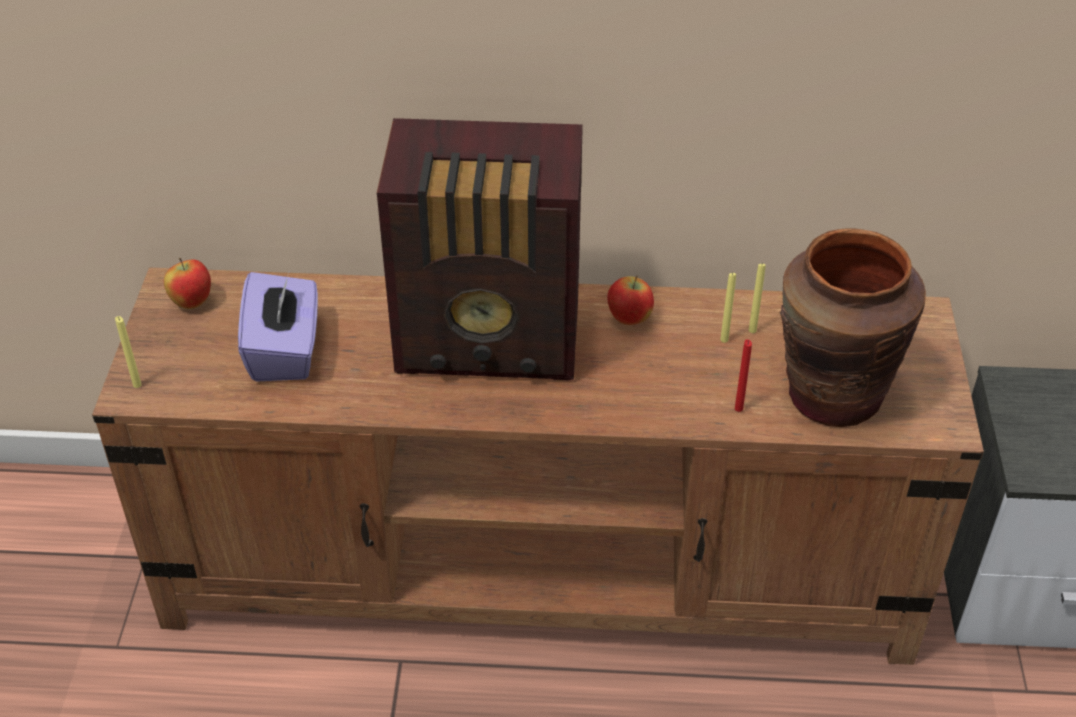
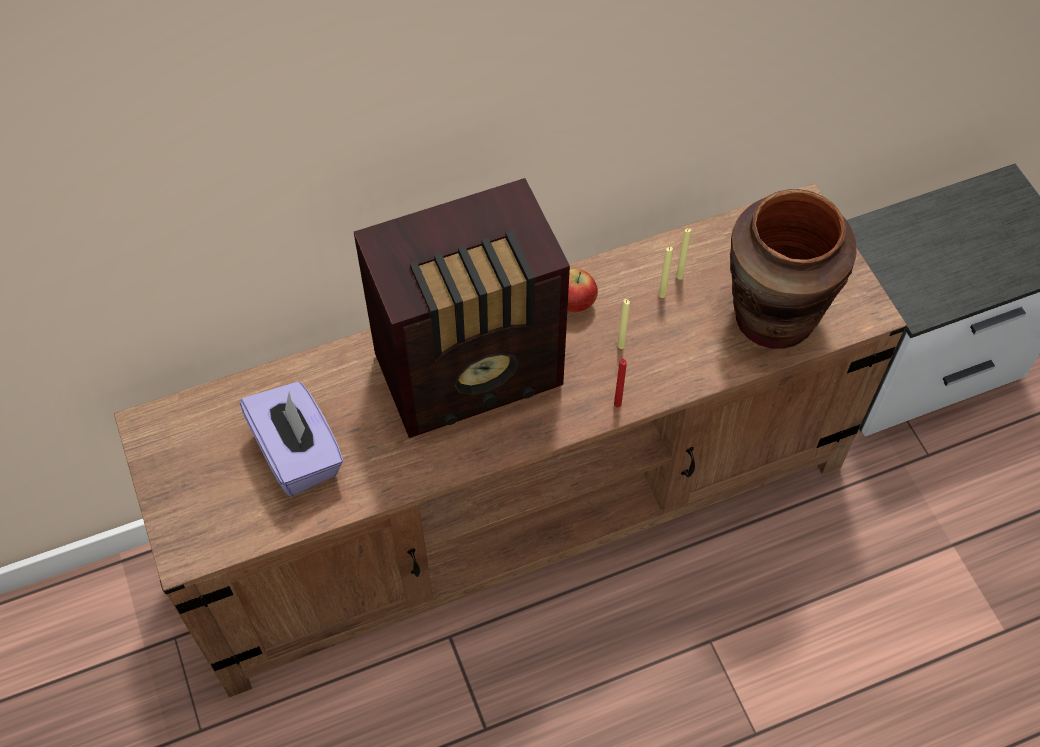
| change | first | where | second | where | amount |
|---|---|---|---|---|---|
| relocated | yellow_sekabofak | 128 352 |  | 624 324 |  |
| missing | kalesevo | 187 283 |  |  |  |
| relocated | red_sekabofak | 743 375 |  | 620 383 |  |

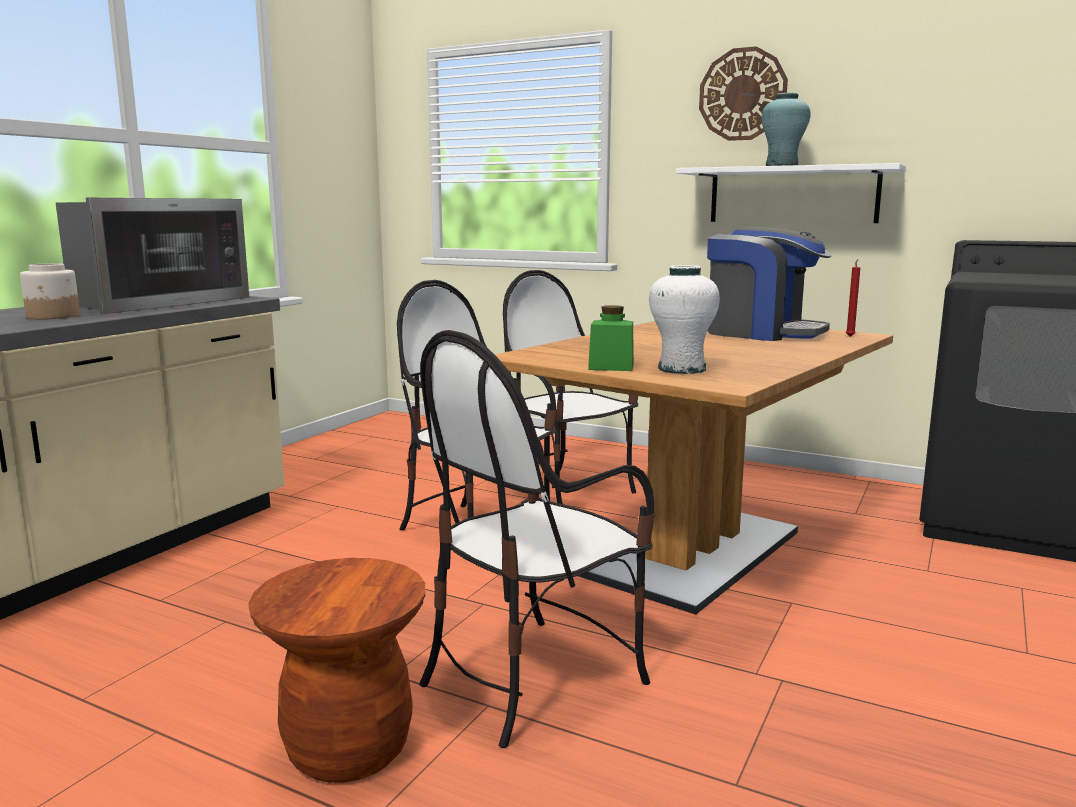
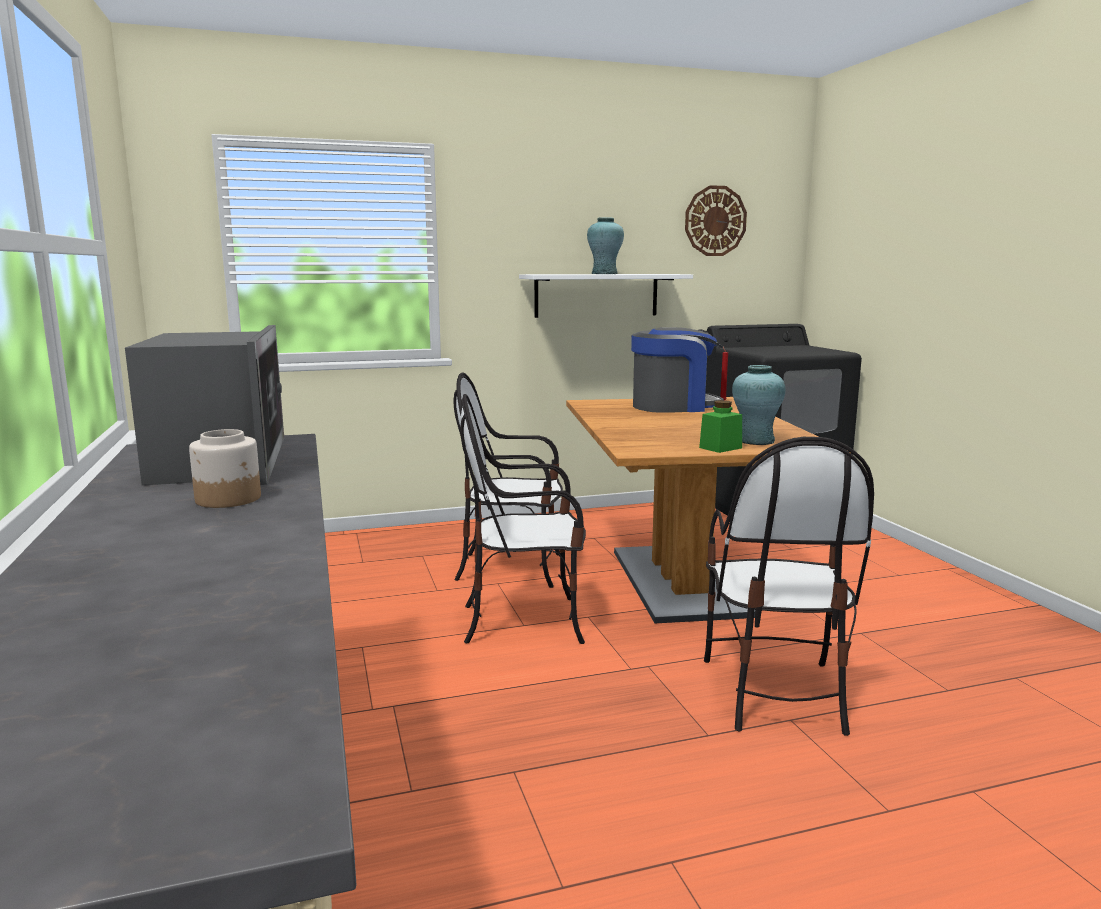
| change | first | where | second | where | amount |
|---|---|---|---|---|---|
| missing | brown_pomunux | 337 670 |  |  |  |
| colour | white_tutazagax | 684 319 | turquoise_tutazagax | 759 405 |  |
| relocated | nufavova | 743 93 |  | 716 220 |  |

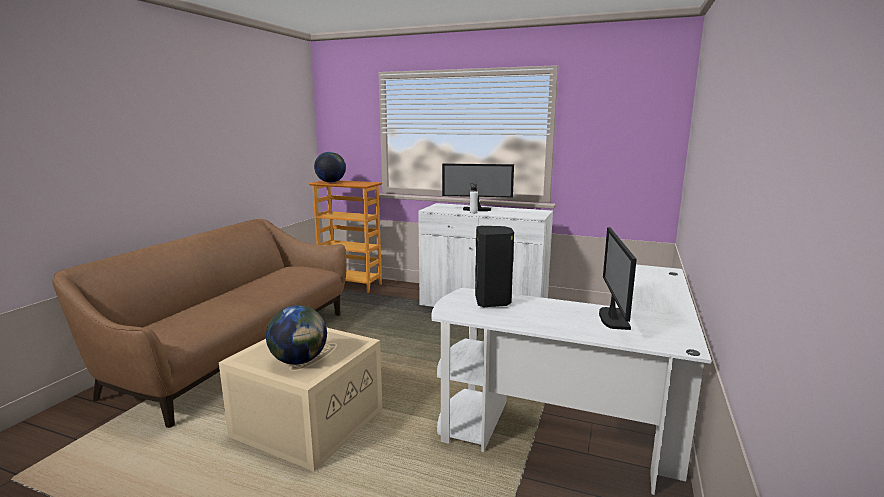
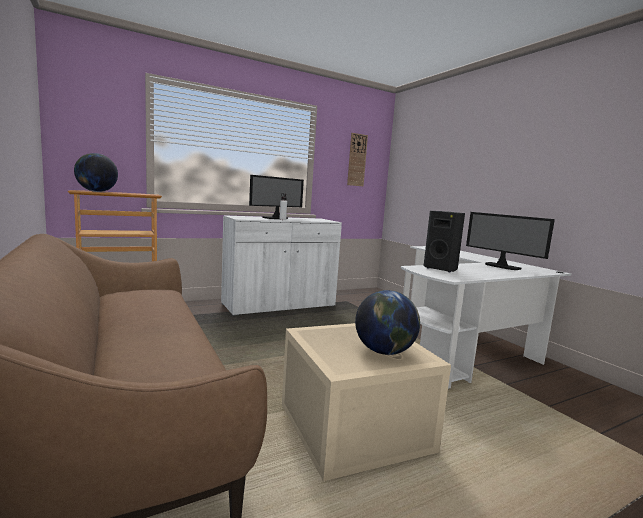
| change | first | where | second | where | amount |
|---|---|---|---|---|---|
| appeared |  |  | nufavova | 357 159 |  |

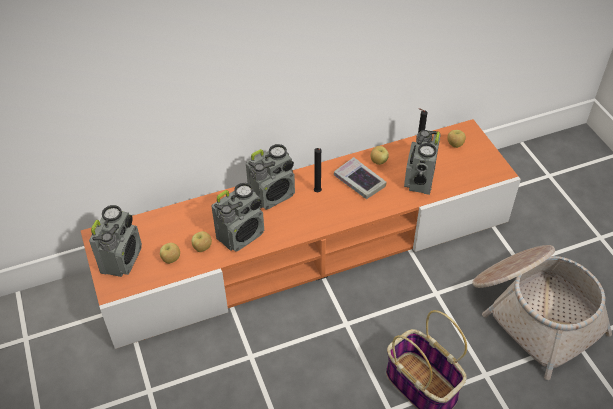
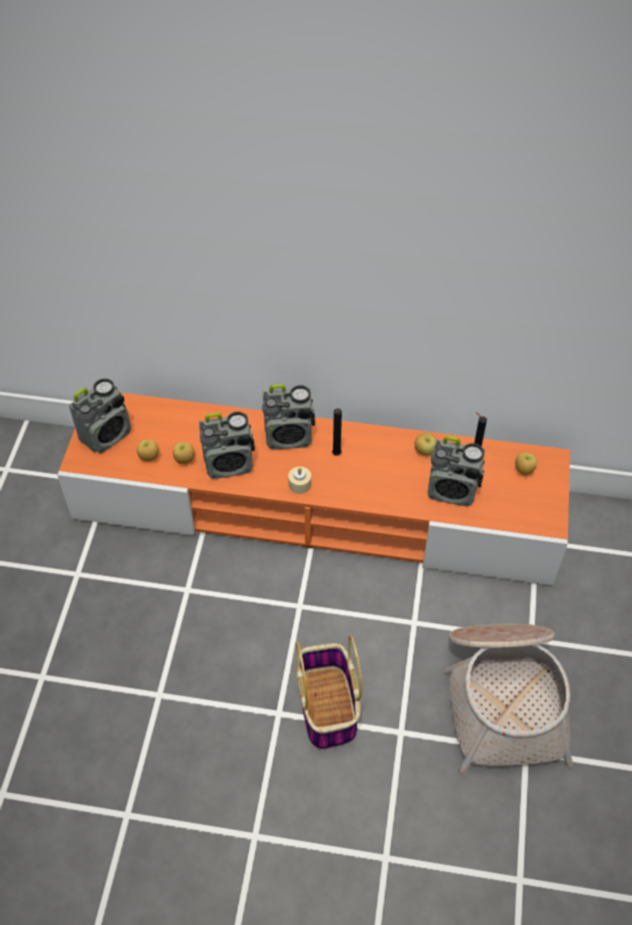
| change | first | where | second | where | amount |
|---|---|---|---|---|---|
| missing | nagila | 360 178 |  |  |  |
| spun | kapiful | 422 162 |  | 456 471 | 120 degrees counterclockwise |
| appeared |  |  | beige_sekabofak | 299 480 |  |

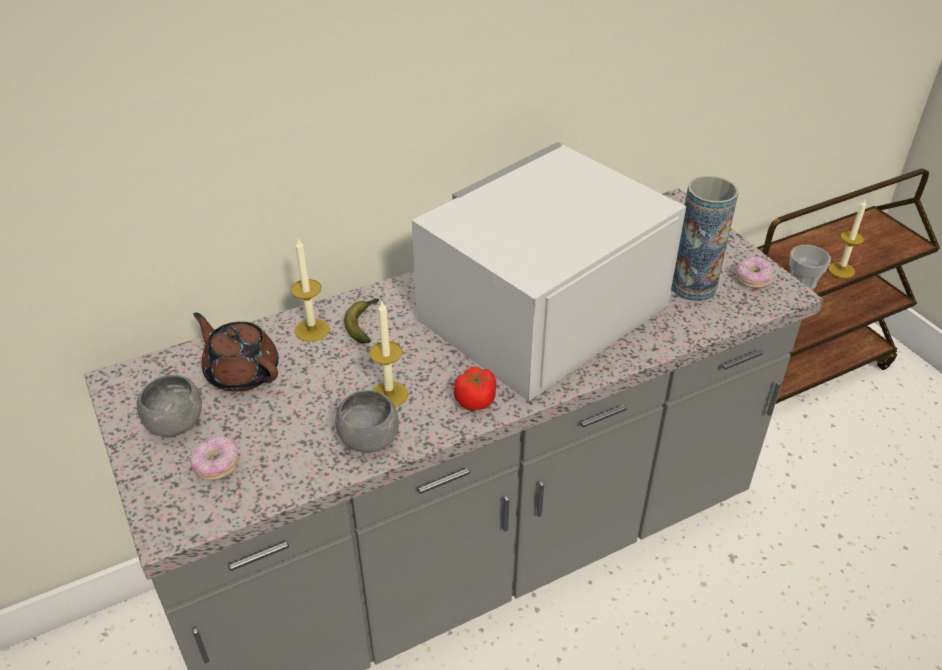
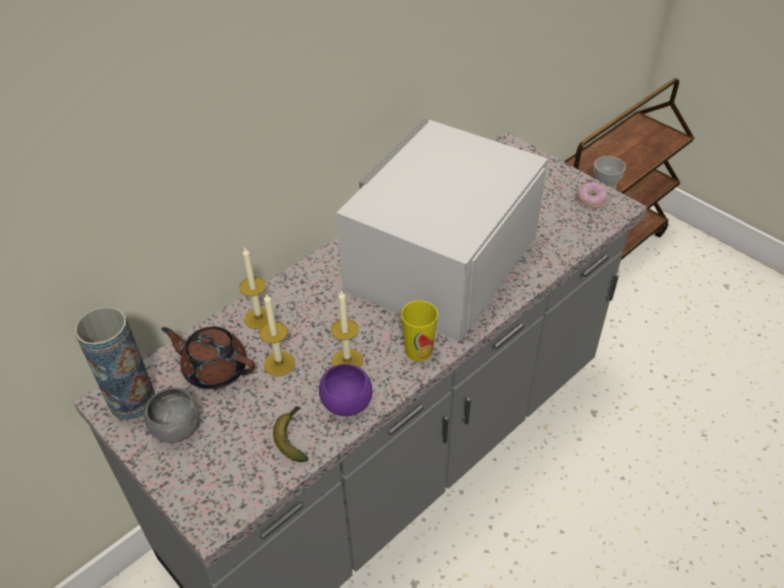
| change | first | where | second | where | amount |
|---|---|---|---|---|---|
| missing | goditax | 214 458 |  |  |  |
| colour | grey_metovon | 367 421 | purple_metovon | 345 390 |  |
| relocated | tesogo | 361 321 |  | 290 434 |  |
| exchanged | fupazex | 475 388 | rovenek | 419 330 |  |
| relocated | tutazagax | 705 238 |  | 115 363 |  |
| relocated | sekabofak | 847 239 |  | 277 334 |  |

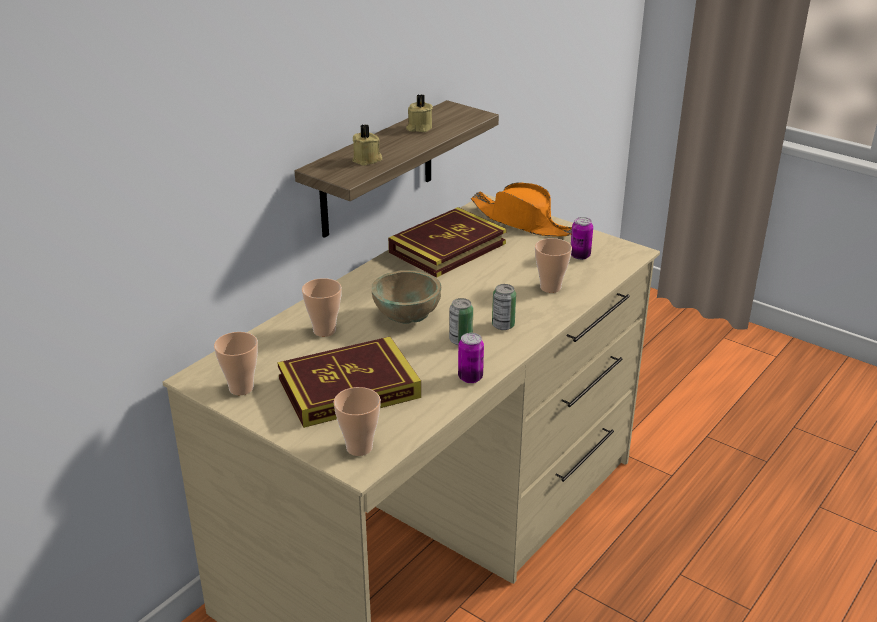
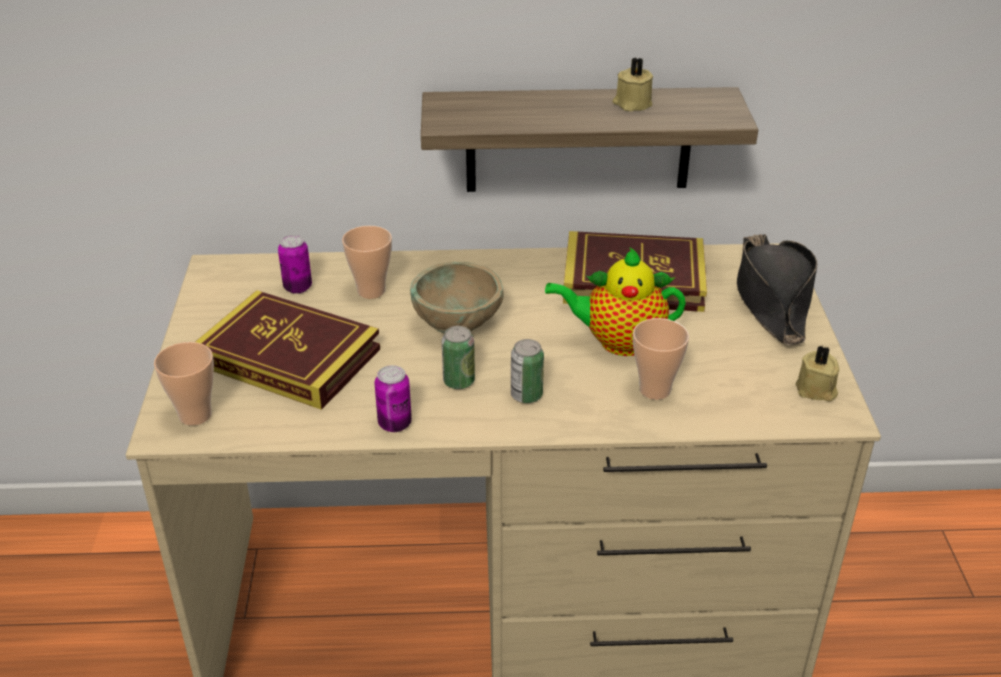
| change | first | where | second | where | amount |
|---|---|---|---|---|---|
| missing | rovenek | 236 363 |  |  |  |
| relocated | beige_sekabofak | 367 145 |  | 818 374 |  |
| colour | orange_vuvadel | 521 209 | black_vuvadel | 777 289 |  |
| relocated | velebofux | 582 238 |  | 295 264 |  |
| appeared |  |  | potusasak | 615 302 |  |

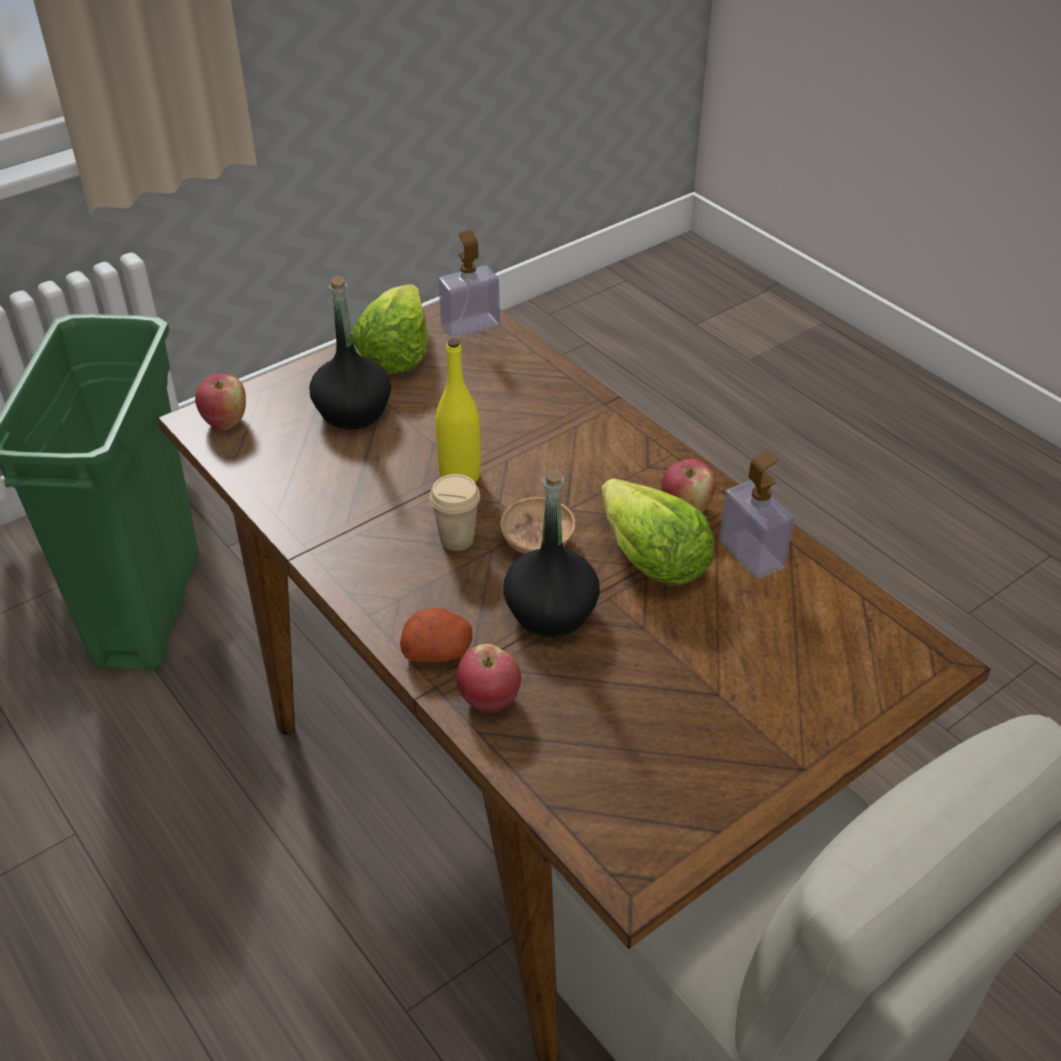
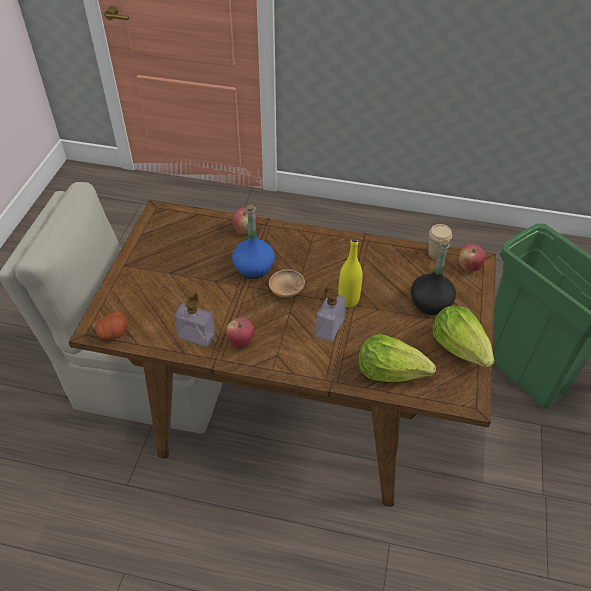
| change | first | where | second | where | amount |
|---|---|---|---|---|---|
| relocated | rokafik | 436 635 |  | 111 325 |  |
| relocated | beige_rovenek | 455 512 |  | 440 241 |  |
| relocated | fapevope | 469 284 |  | 331 312 |  |
| colour | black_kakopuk | 551 553 | blue_kakopuk | 253 241 |  |
| relocated | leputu | 658 532 |  | 397 358 |  |

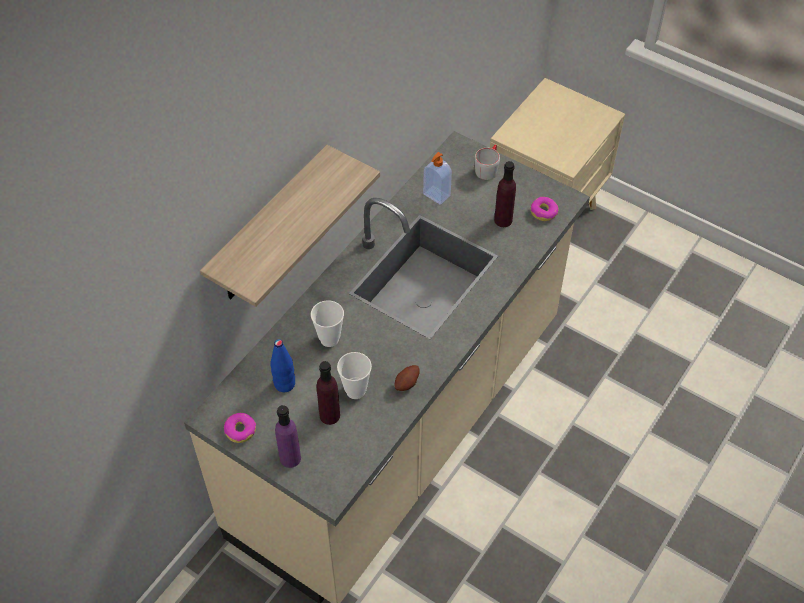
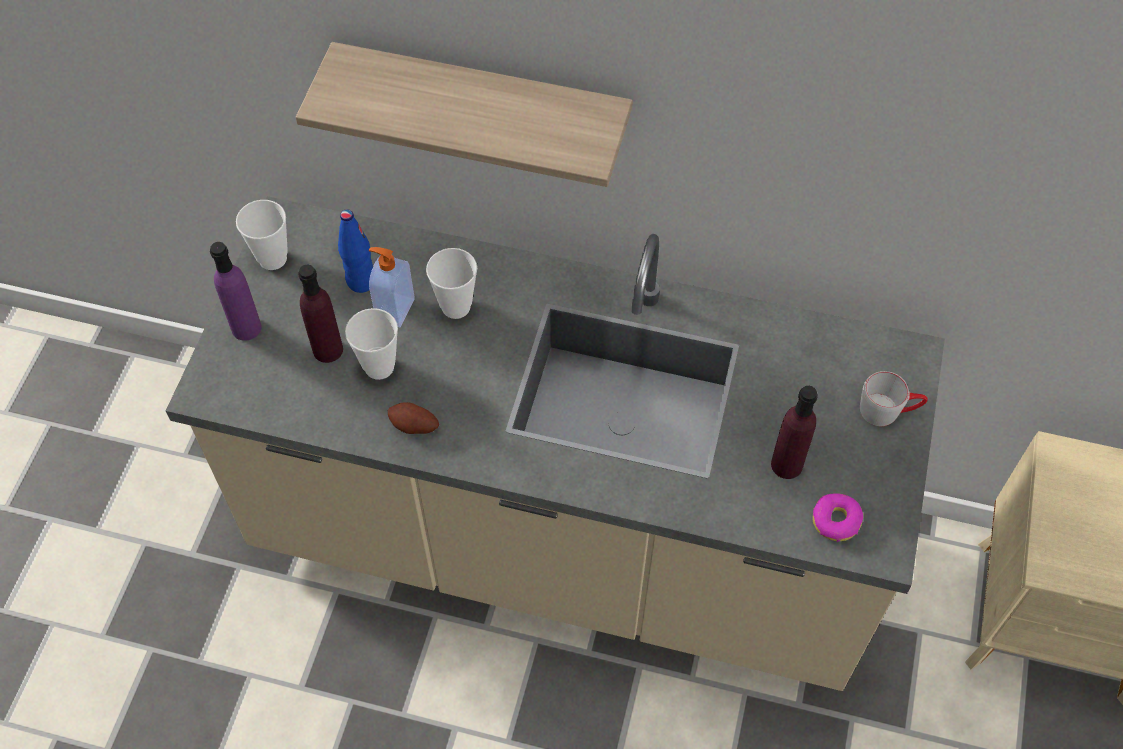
| change | first | where | second | where | amount |
|---|---|---|---|---|---|
| exchanged | goditax | 240 428 | rovenek | 262 235 |  |
| relocated | fapevope | 437 178 |  | 392 287 |  |

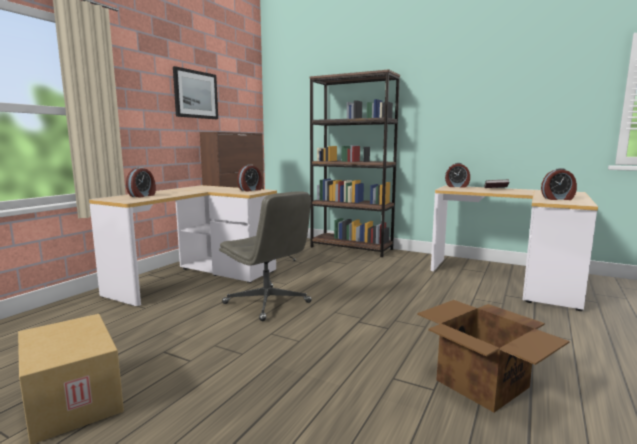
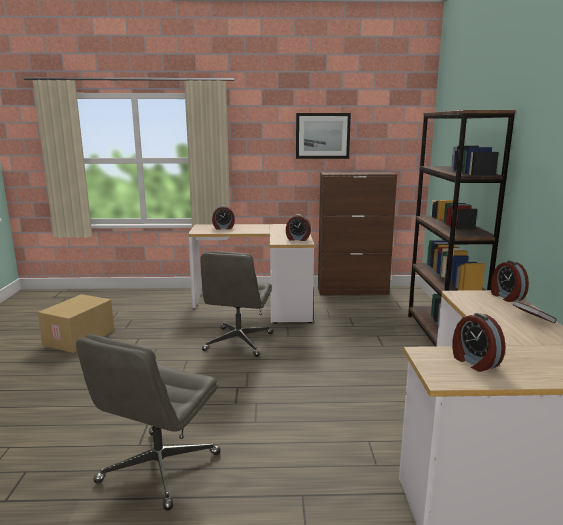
| change | first | where | second | where | amount |
|---|---|---|---|---|---|
| exchanged | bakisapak | 493 356 | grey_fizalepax | 148 422 |  |

